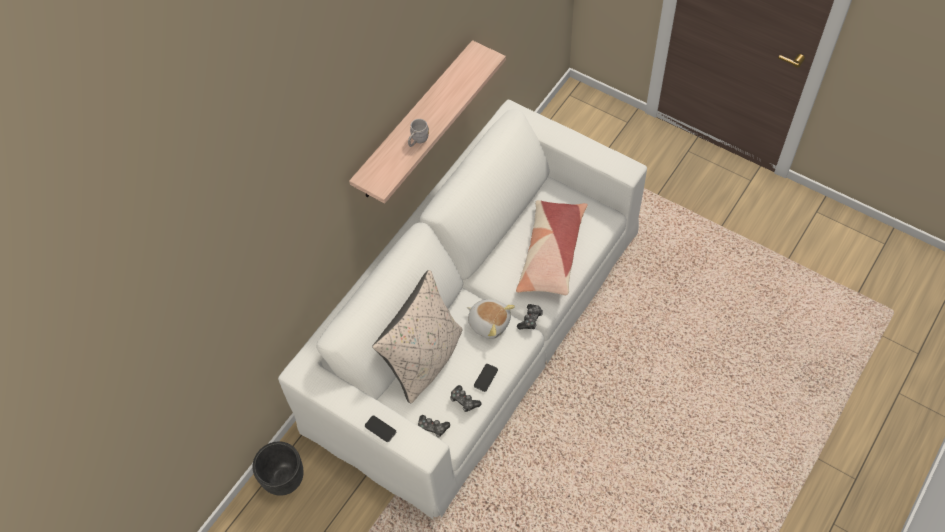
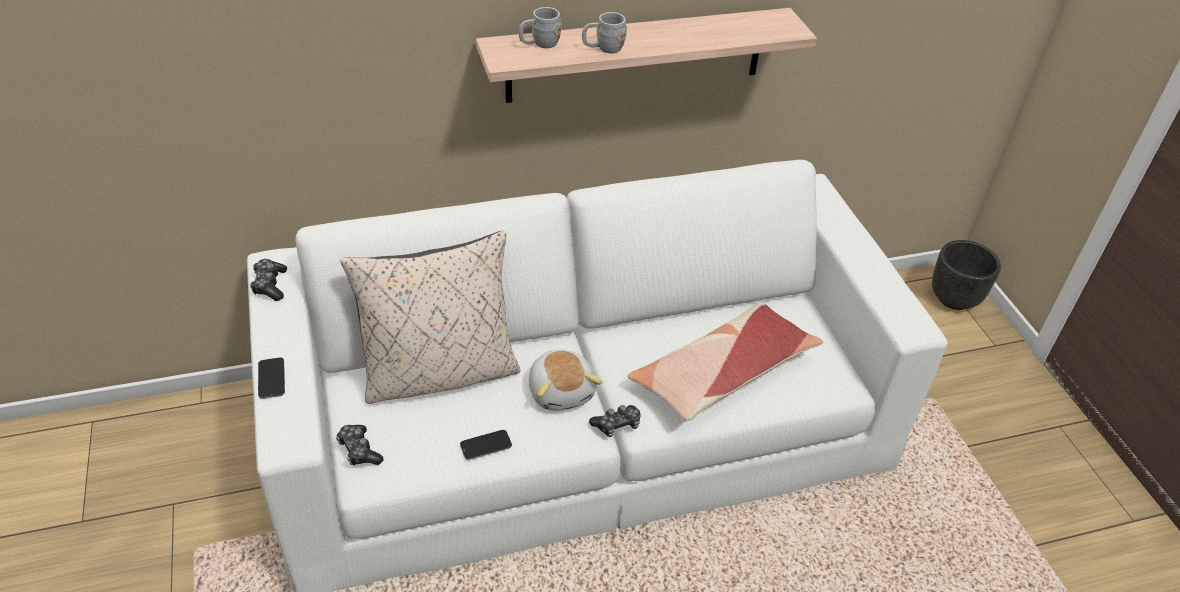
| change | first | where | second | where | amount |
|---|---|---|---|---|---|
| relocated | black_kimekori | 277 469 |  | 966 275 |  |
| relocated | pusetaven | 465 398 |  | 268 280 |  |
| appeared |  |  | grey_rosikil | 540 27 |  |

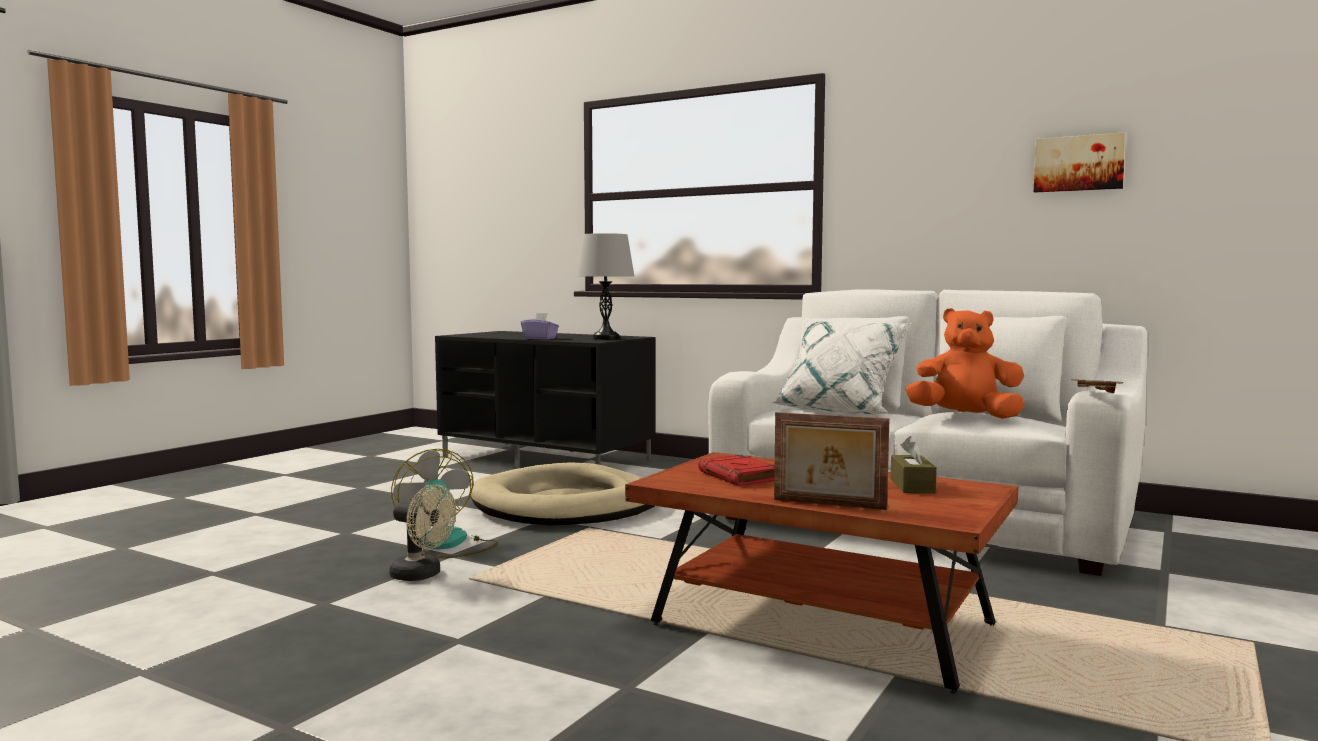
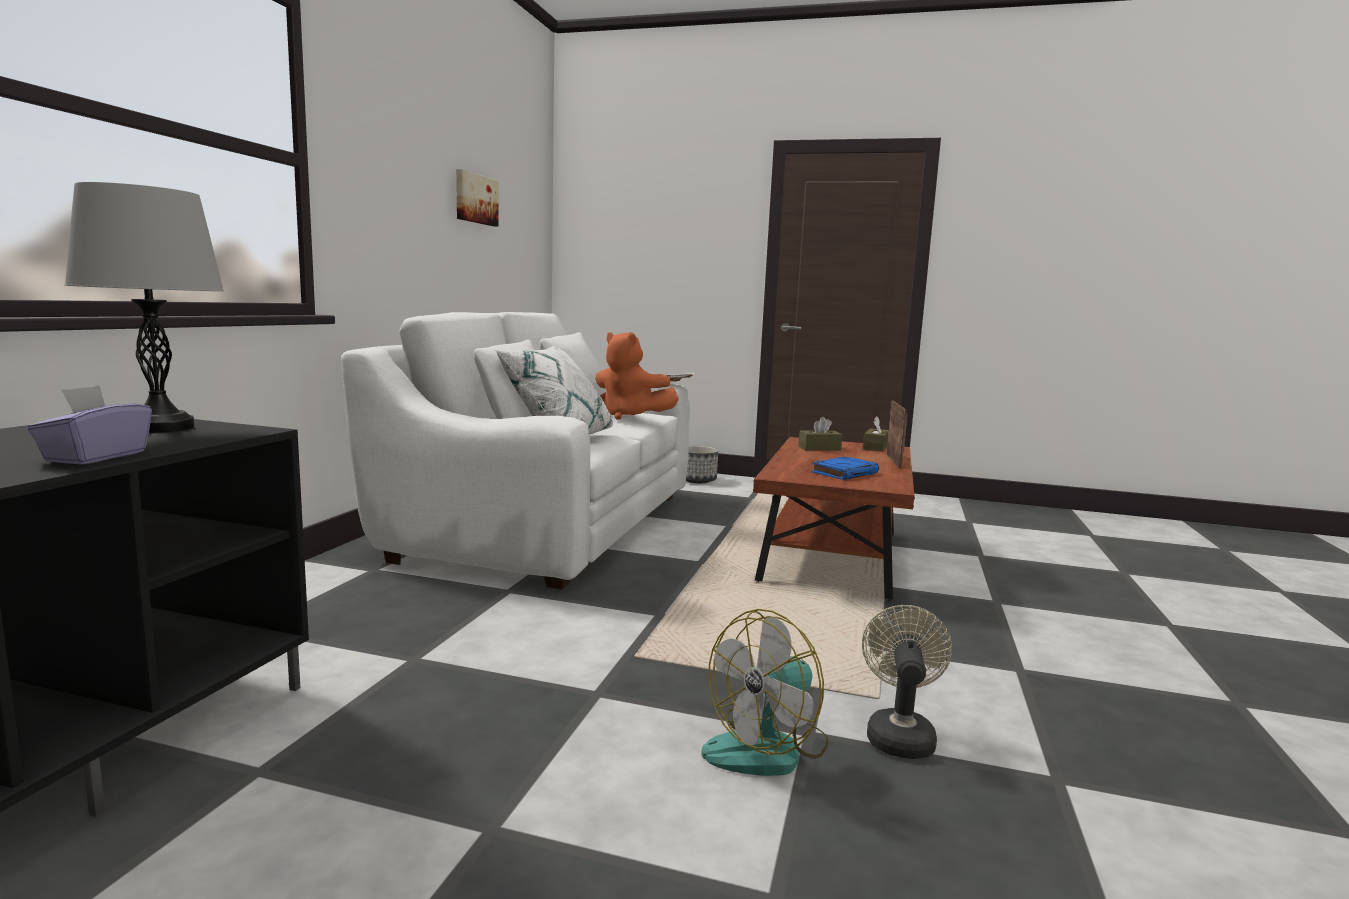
| change | first | where | second | where | amount |
|---|---|---|---|---|---|
| missing | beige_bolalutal | 562 493 |  |  |  |
| colour | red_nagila | 736 470 | blue_nagila | 845 468 |  |
| spun | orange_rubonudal | 965 363 |  | 636 376 | 60 degrees counterclockwise |
| appeared |  |  | kimekori | 702 464 |  |
| appeared |  |  | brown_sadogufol | 876 434 |  |

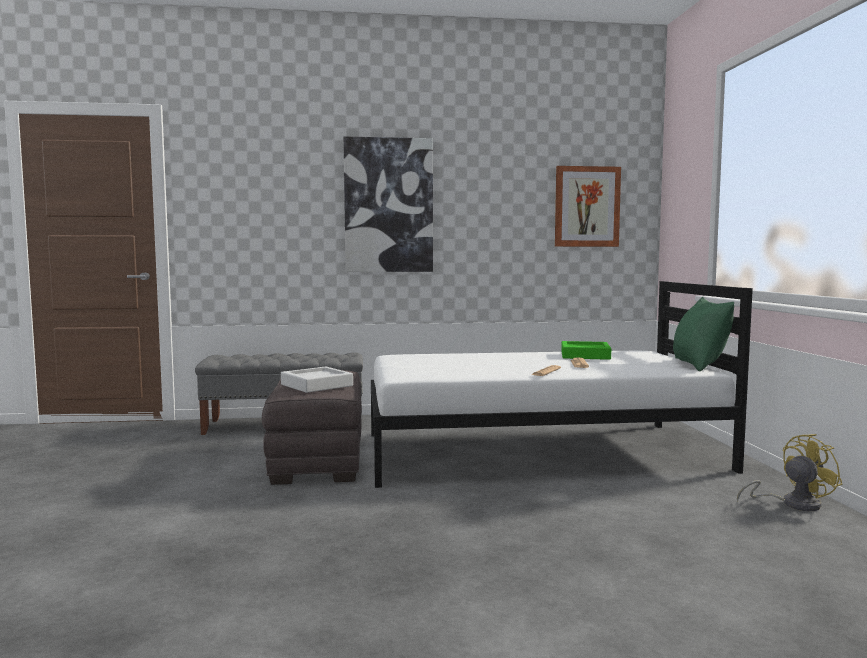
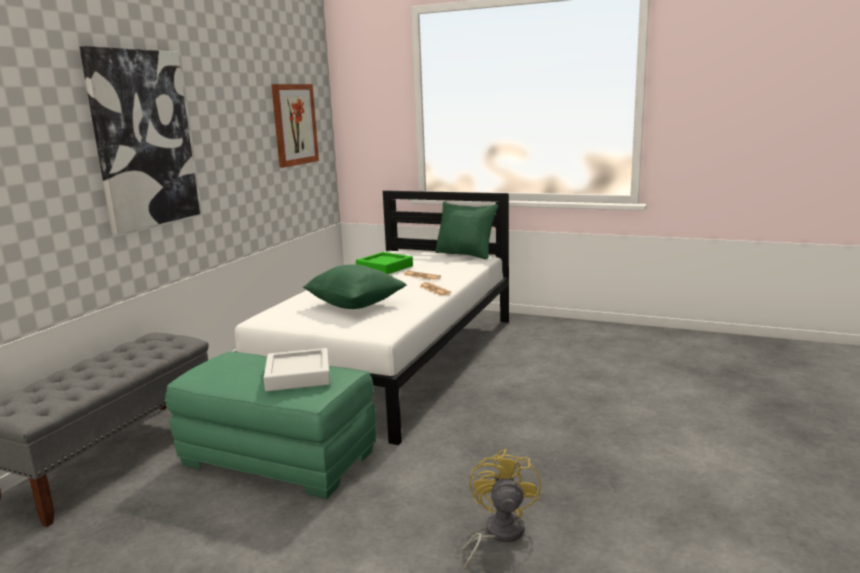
| change | first | where | second | where | amount |
|---|---|---|---|---|---|
| colour | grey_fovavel | 312 427 | green_fovavel | 270 425 |  |
| relocated | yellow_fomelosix | 790 472 |  | 501 509 |  |
| appeared |  |  | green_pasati | 355 287 |  |

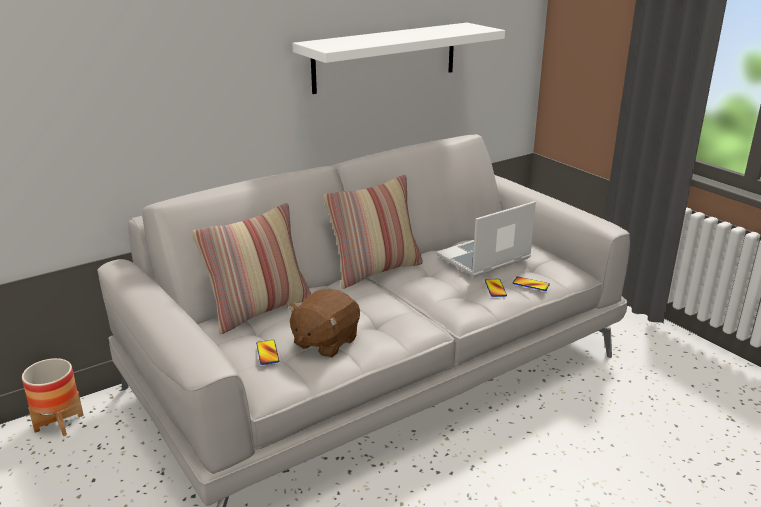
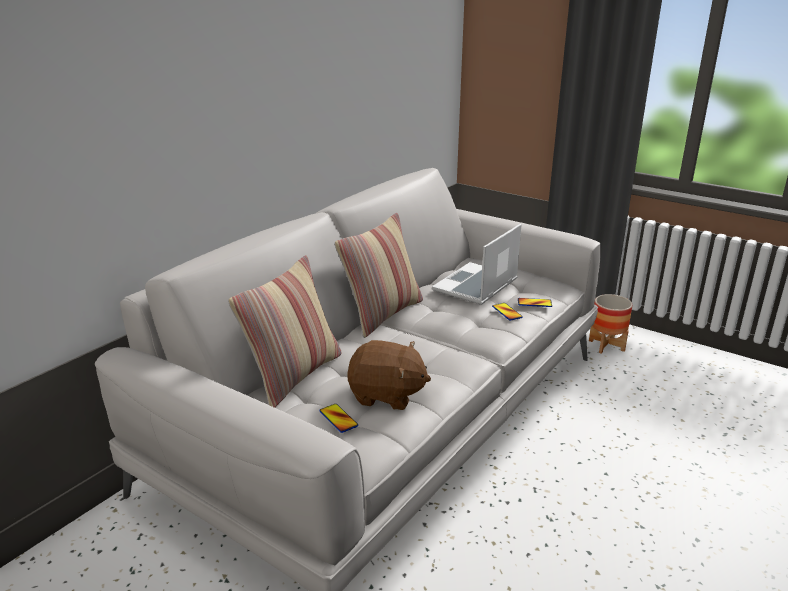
| change | first | where | second | where | amount |
|---|---|---|---|---|---|
| relocated | kimekori | 53 397 |  | 610 324 |  |
| spun | brown_rubonudal | 323 323 |  | 389 375 | 90 degrees counterclockwise |
| missing | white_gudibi | 398 58 |  |  |  |

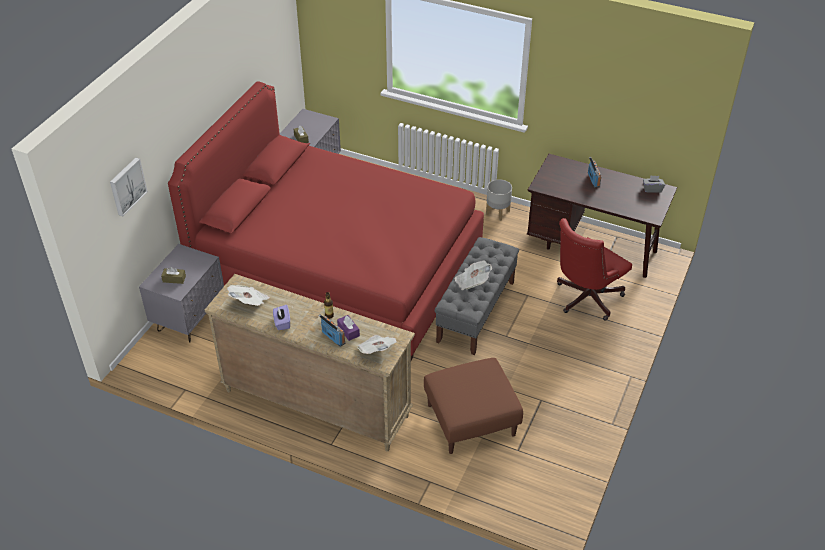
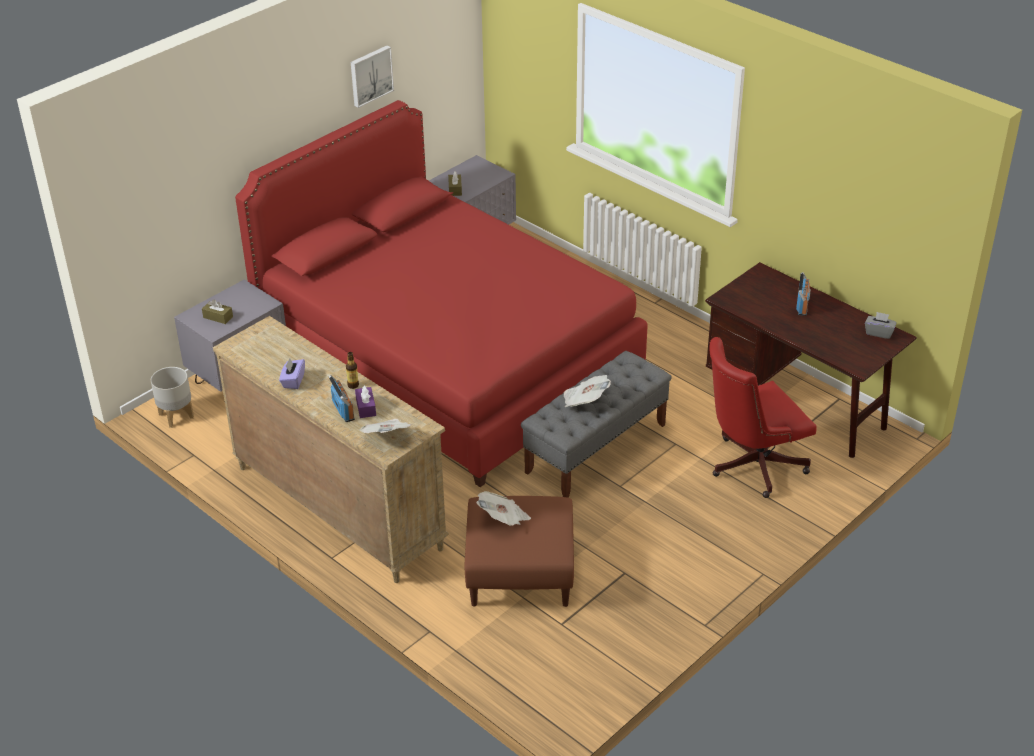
| change | first | where | second | where | amount |
|---|---|---|---|---|---|
| relocated | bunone | 129 187 |  | 372 77 |  |
| relocated | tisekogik | 248 295 |  | 503 508 |  |
| relocated | grey_kimekori | 499 200 |  | 172 397 |  |

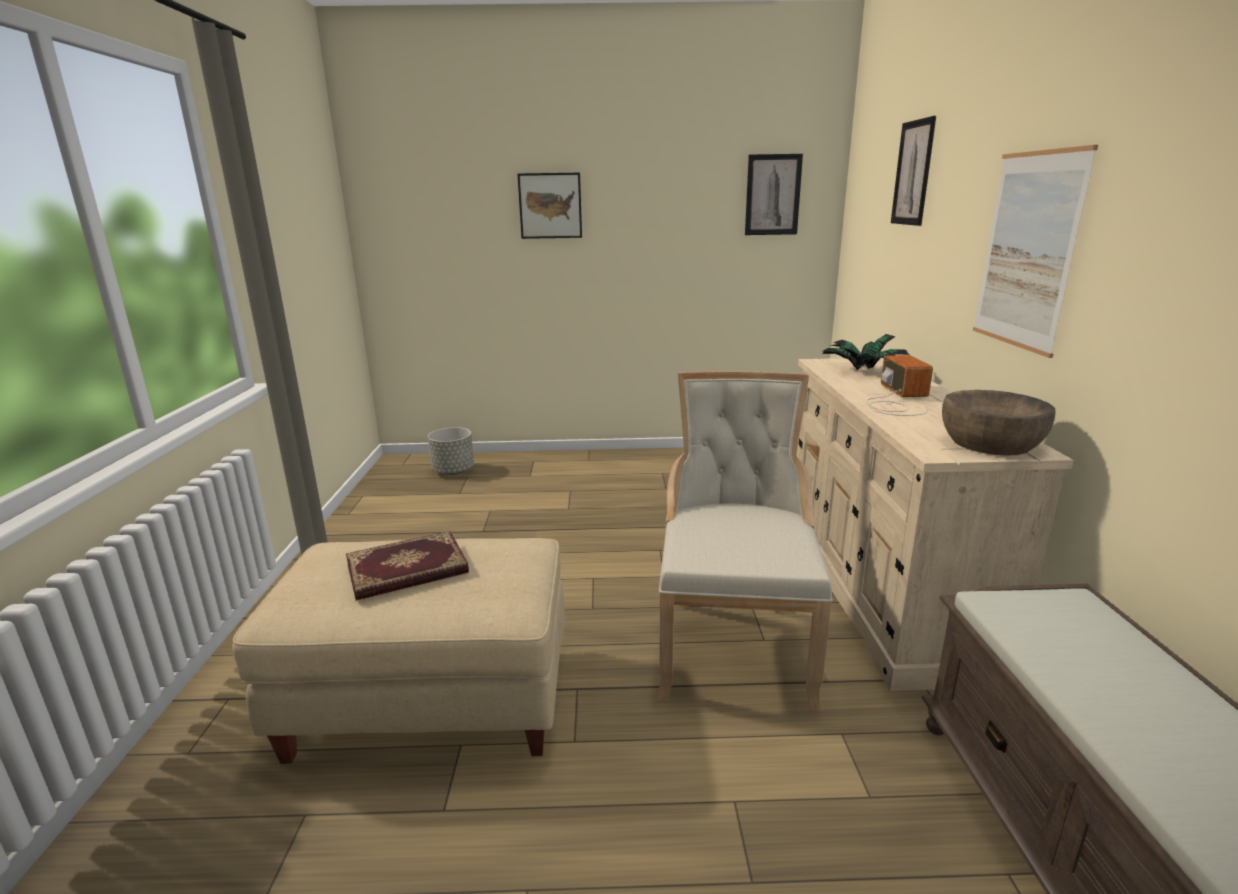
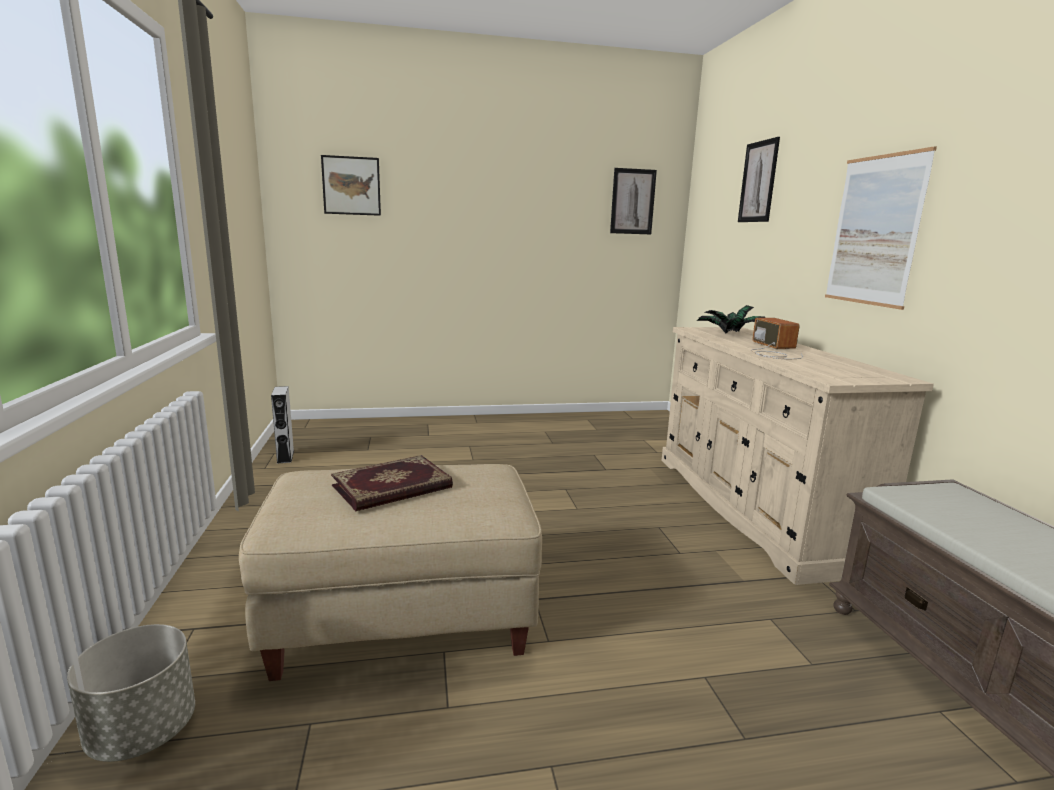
| change | first | where | second | where | amount |
|---|---|---|---|---|---|
| relocated | grey_kimekori | 451 451 |  | 131 693 |  |
| relocated | bunone | 549 206 |  | 351 185 |  |
| missing | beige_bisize | 744 541 |  |  |  |
| missing | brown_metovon | 998 423 |  |  |  |
| appeared |  |  | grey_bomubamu | 282 425 |  |

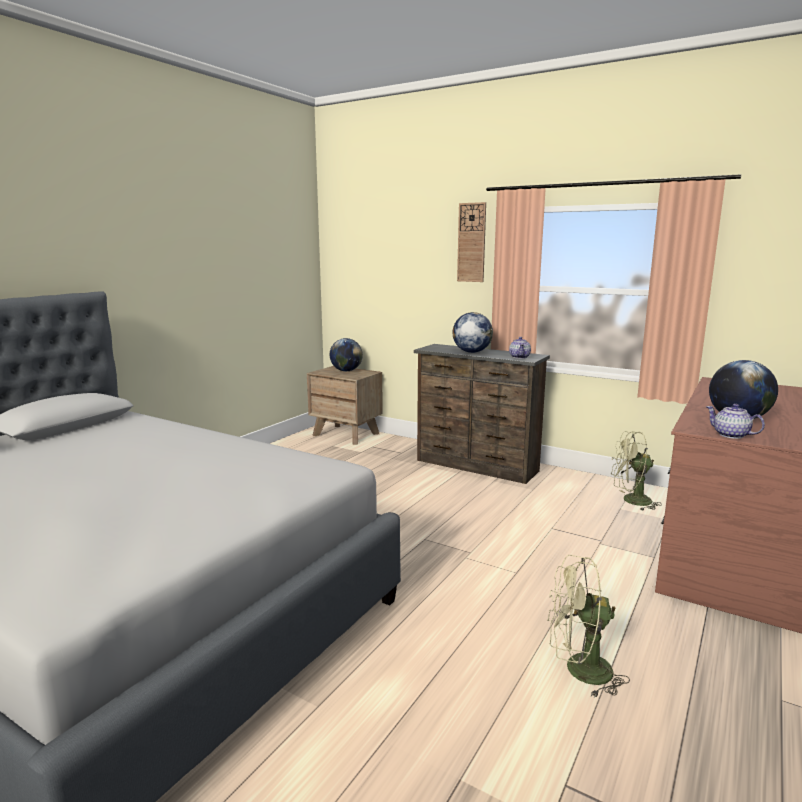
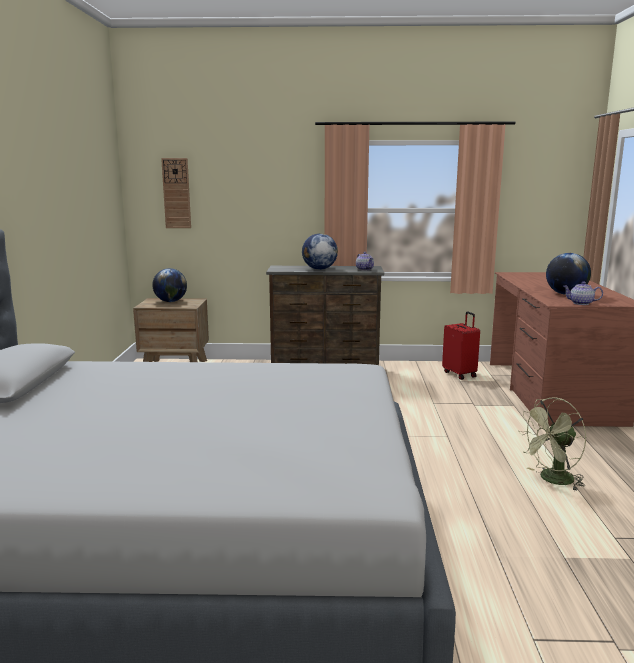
| change | first | where | second | where | amount |
|---|---|---|---|---|---|
| relocated | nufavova | 471 242 |  | 176 193 |  |
| exchanged | green_fomelosix | 636 470 | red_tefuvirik | 461 345 |  |

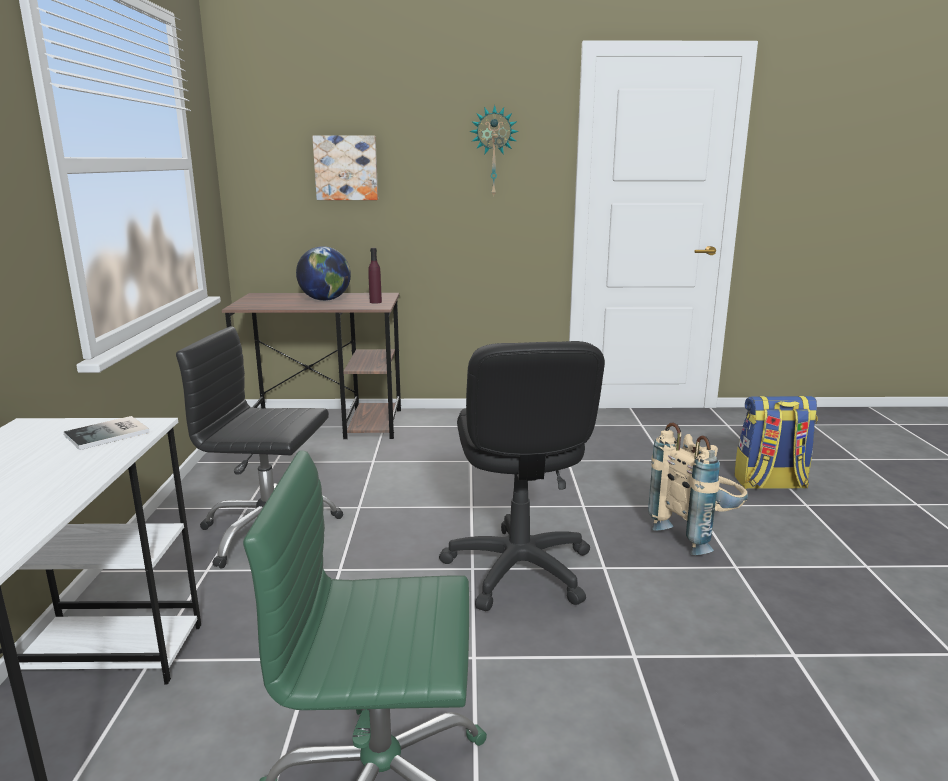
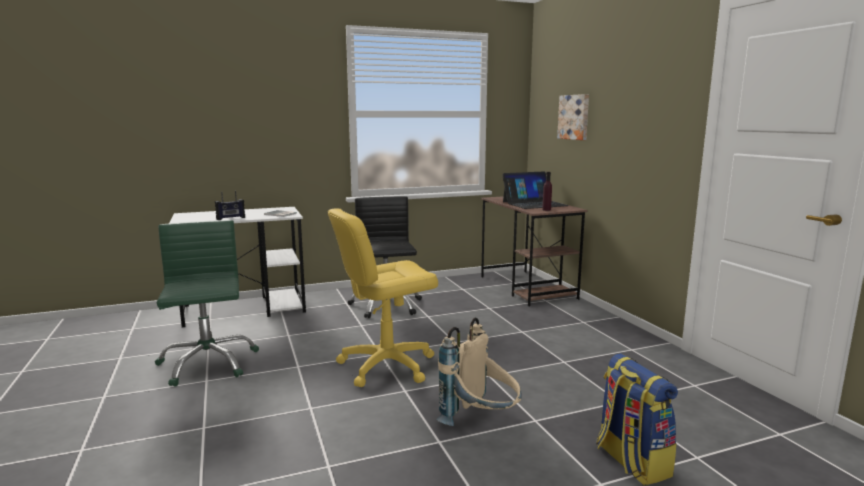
| change | first | where | second | where | amount |
|---|---|---|---|---|---|
| exchanged | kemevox | 323 273 | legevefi | 535 190 |  |
| colour | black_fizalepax | 522 476 | yellow_fizalepax | 383 297 |  |
| missing | nufavova | 494 151 |  |  |  |
| appeared |  |  | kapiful | 230 205 |  |

